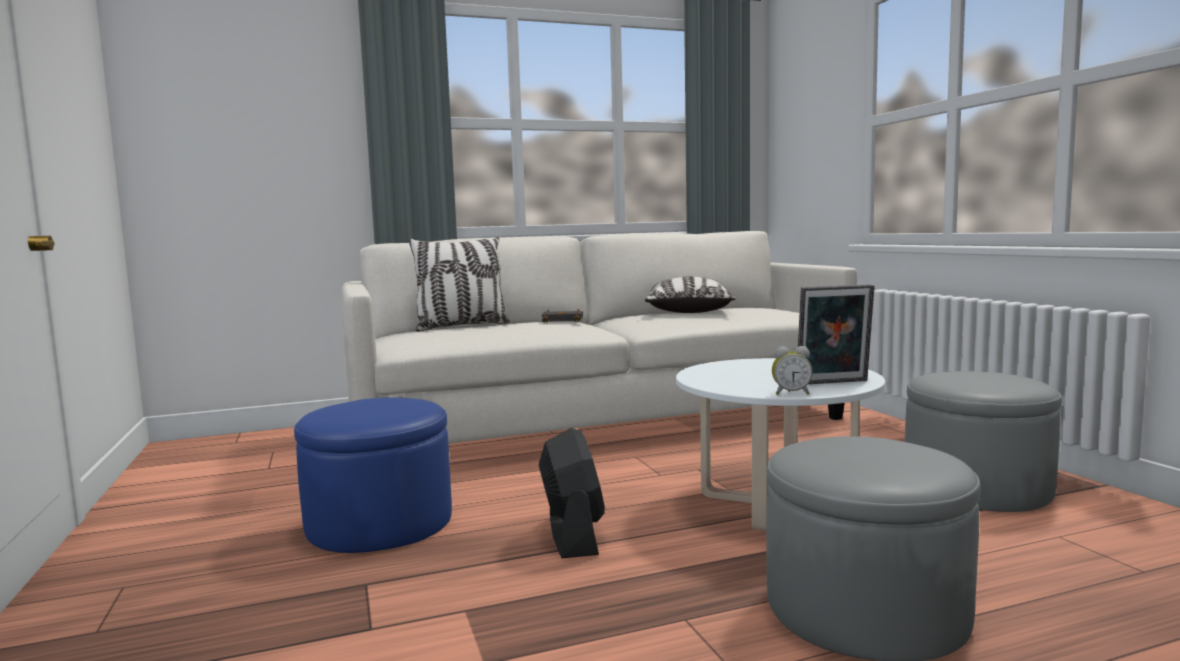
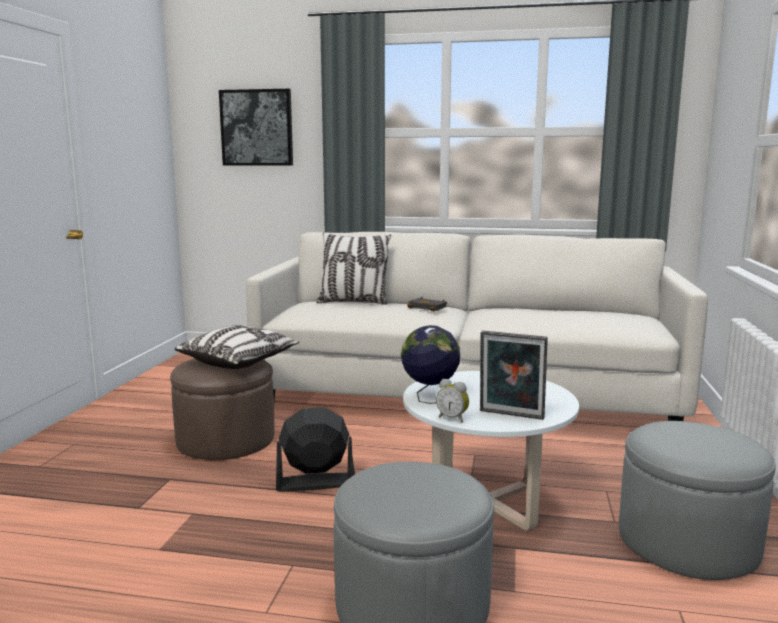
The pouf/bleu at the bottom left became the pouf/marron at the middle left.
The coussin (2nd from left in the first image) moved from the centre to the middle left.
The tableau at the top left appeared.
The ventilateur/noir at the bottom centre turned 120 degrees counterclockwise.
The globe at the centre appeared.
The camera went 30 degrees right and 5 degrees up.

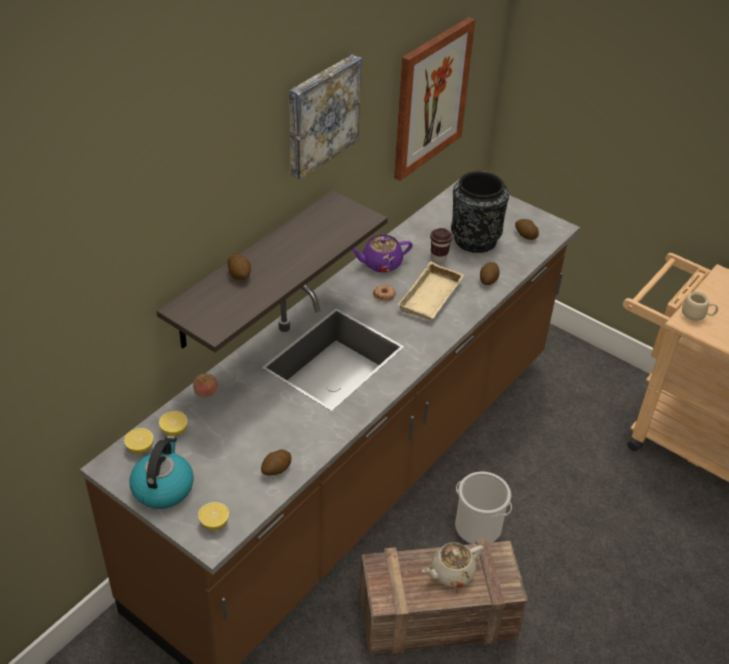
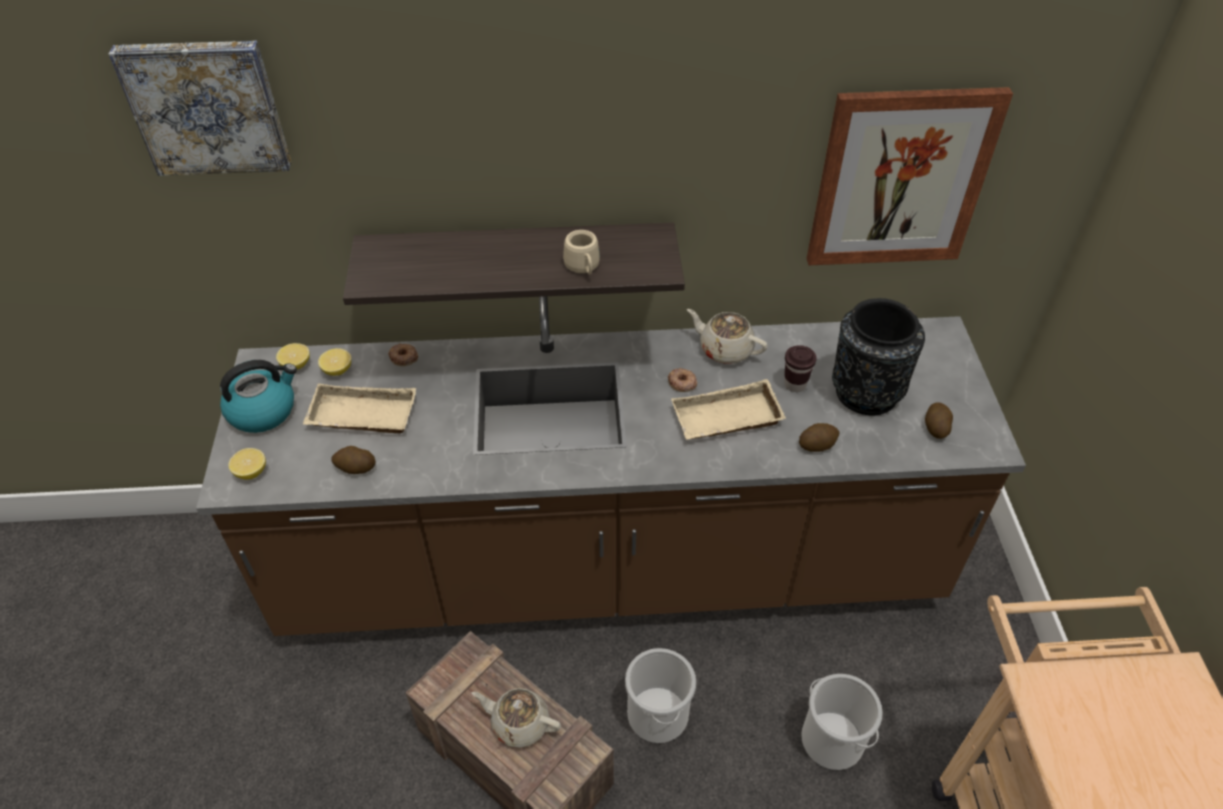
The tableau (1st from left) moved from the top centre to the top left.
The plateau/beige (1st from left) at the middle left appeared.
The pomme at the middle left was replaced by the beignet (1st from left) at the middle left.
The mug/beige moved from the middle right to the top centre.
The théière/violet at the centre became the théière/beige (2nd from left) at the centre.
The seau (2nd from left) at the bottom right appeared.
The pomme de terre (1st from left) at the middle left disappeared.
The camera went 50 degrees right and 5 degrees up.

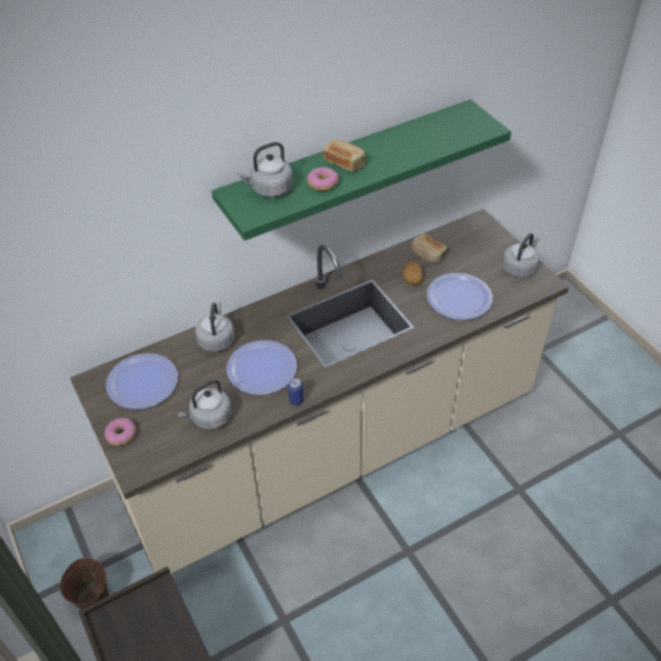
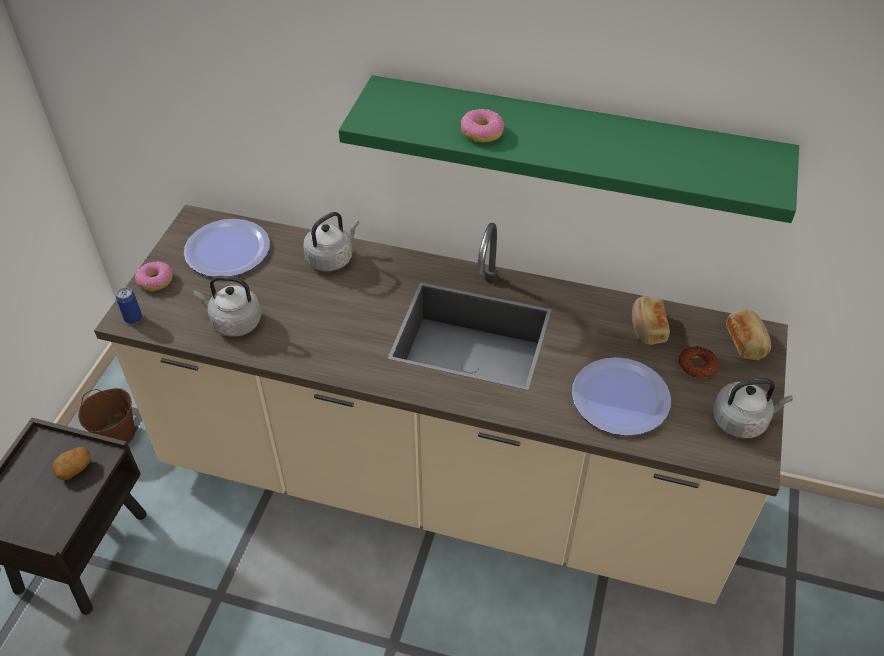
The pomme de terre moved from the centre to the bottom left.
The boîte métallique moved from the centre to the middle left.
The beignet (3rd from left) at the middle right appeared.
The pain (1st from left in the first image) moved from the top centre to the middle right.
The assiette (2nd from left) at the centre disappeared.
The bouilloire/gris (3rd from left) at the top centre disappeared.
The camera went 45 degrees right and 0 degrees up.

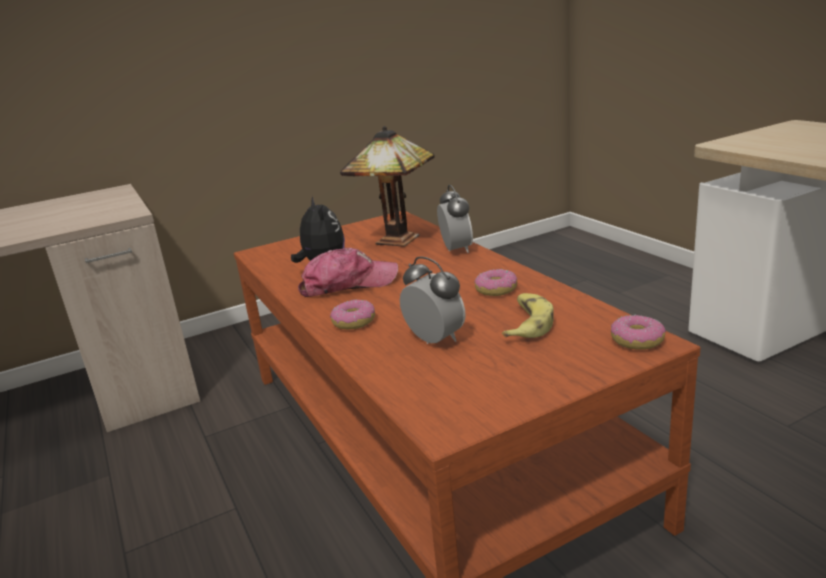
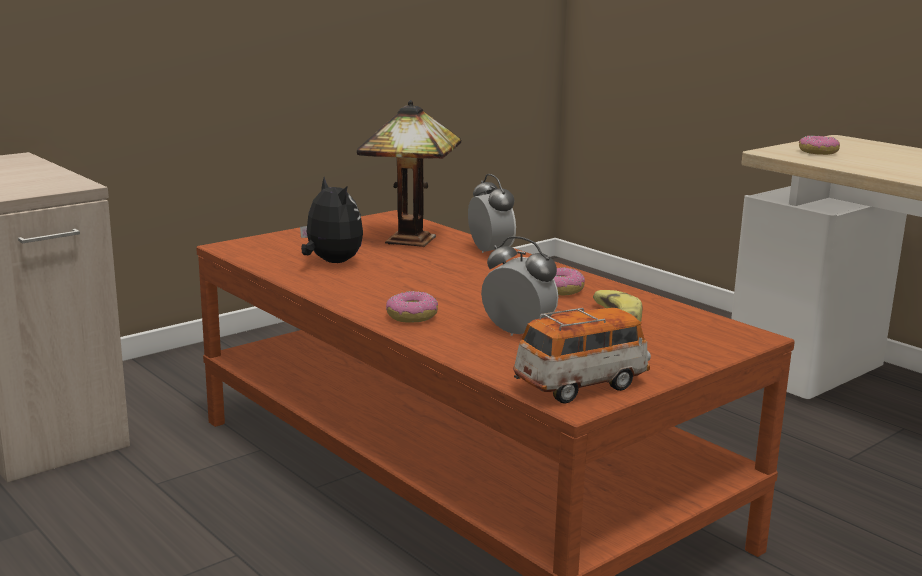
The petite voiture at the centre appeared.
The beignet (3rd from left) moved from the middle right to the top right.
The casquette at the centre disappeared.
The camera went 15 degrees left and 5 degrees down.

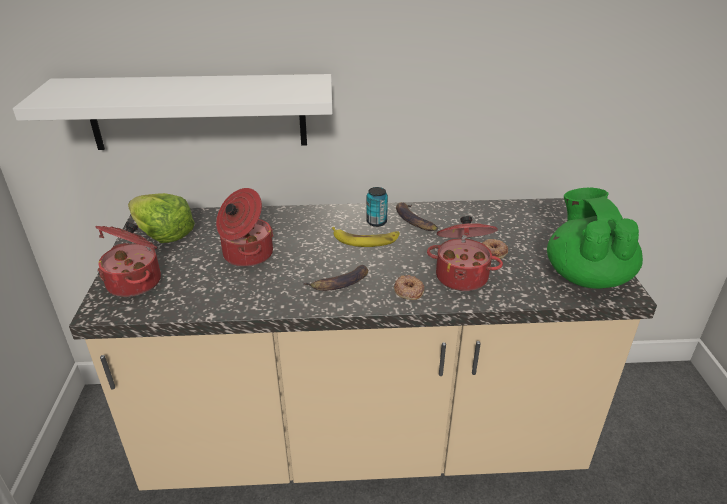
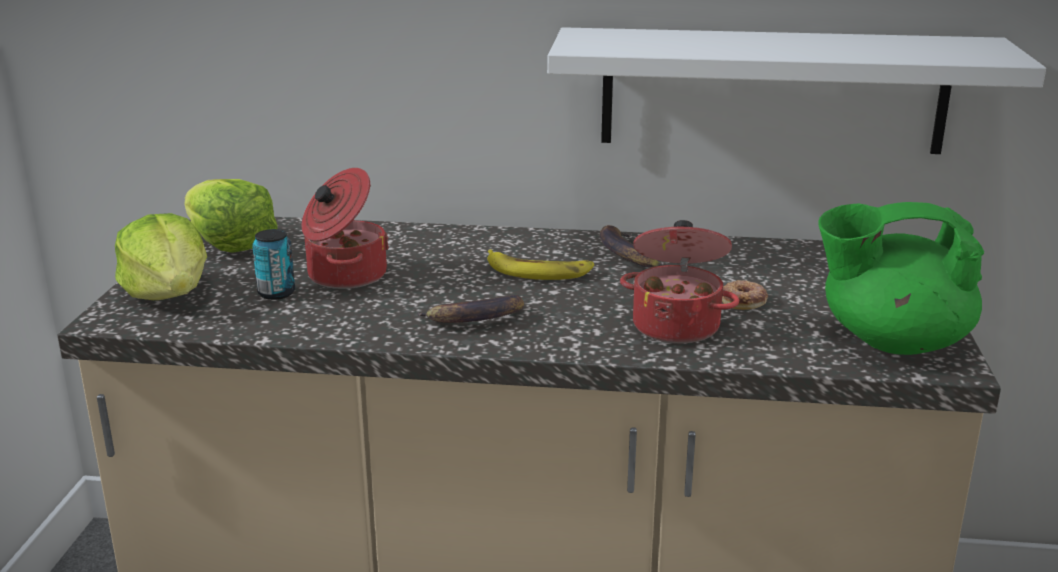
The marmite (1st from left) at the middle left was replaced by the laitue (1st from left) at the middle left.
The boîte métallique moved from the centre to the middle left.
The étagère/blanc moved from the top left to the top right.
The théière/vert at the middle right turned 90 degrees counterclockwise.
The beignet (1st from left) at the centre disappeared.
The camera went 10 degrees right and 10 degrees down.

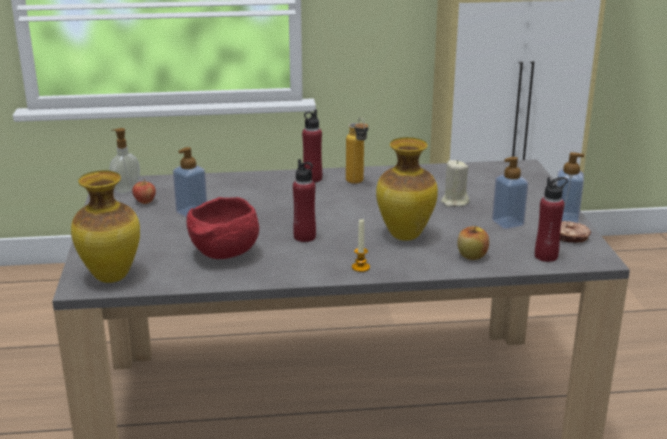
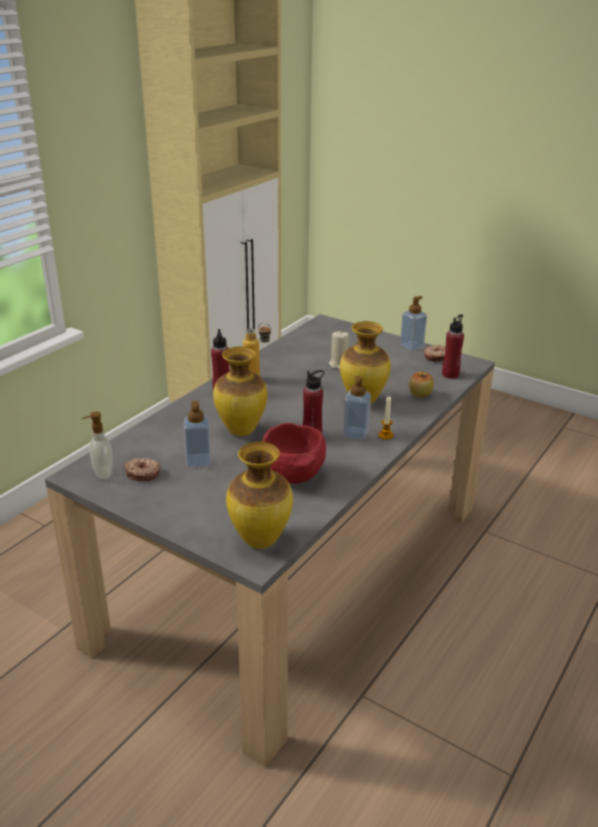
The pomme (1st from left) at the middle left was replaced by the beignet (1st from left) at the middle left.
The vase (1st from left) at the centre appeared.
The distributeur de savon (3rd from left) moved from the middle right to the centre.
The camera went 50 degrees left and 5 degrees up.

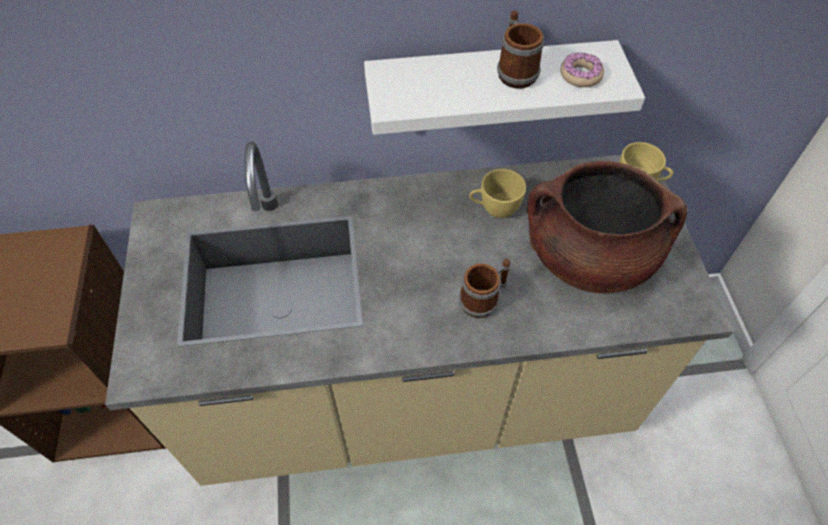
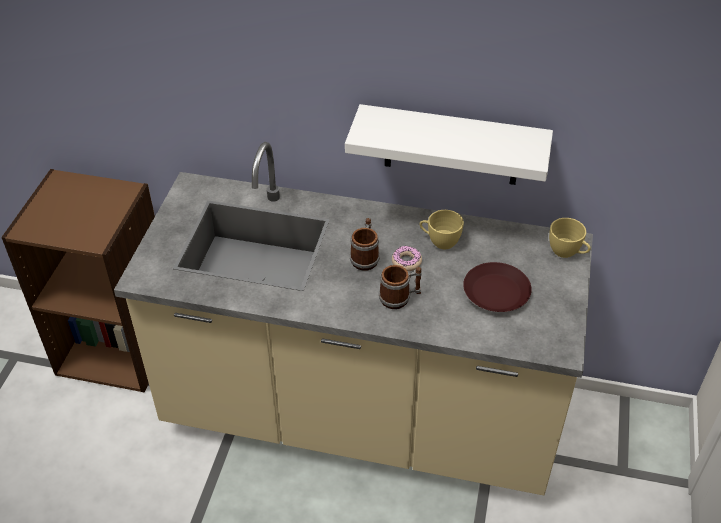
The mug (2nd from left in the first image) moved from the top centre to the centre.
The beignet moved from the top right to the centre.
The marmite/marron at the middle right was replaced by the assiette/marron at the middle right.
The camera went 20 degrees right and 10 degrees down.

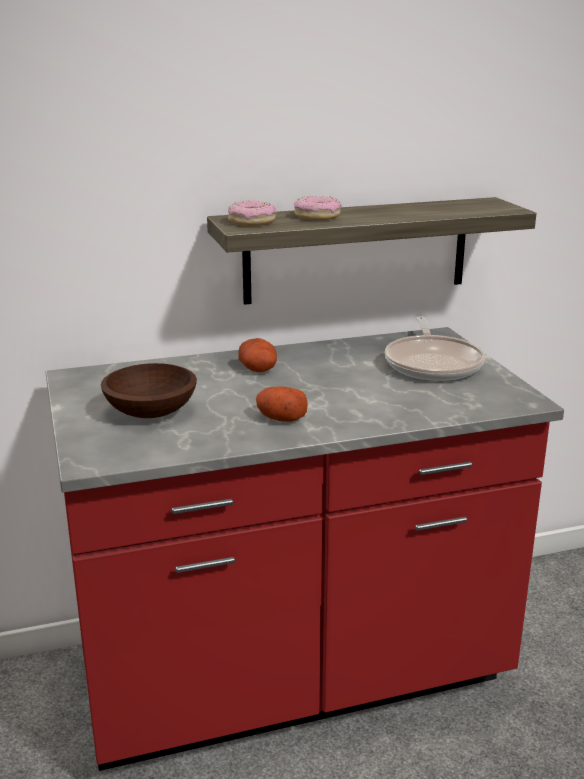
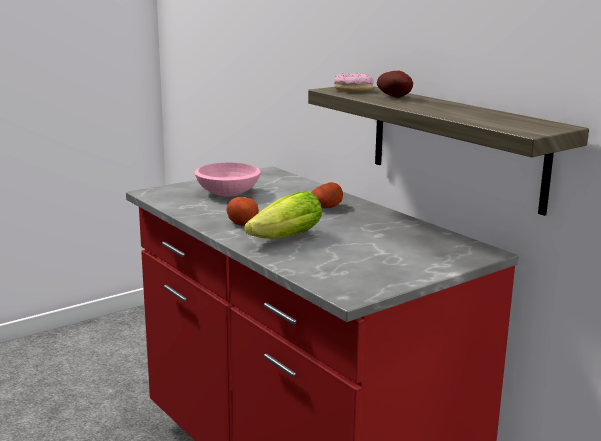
The bol/marron at the middle left became the bol/rose at the centre.
The laitue at the centre appeared.
The beignet (2nd from left) at the top centre was replaced by the pomme de terre (3rd from left) at the top centre.
The poêle at the middle right disappeared.
The camera went 70 degrees right and 5 degrees down.

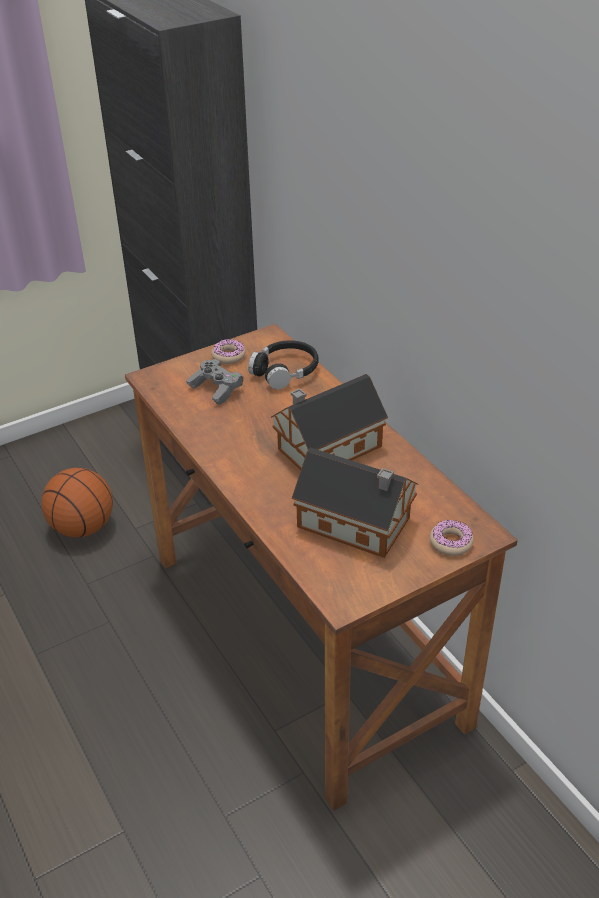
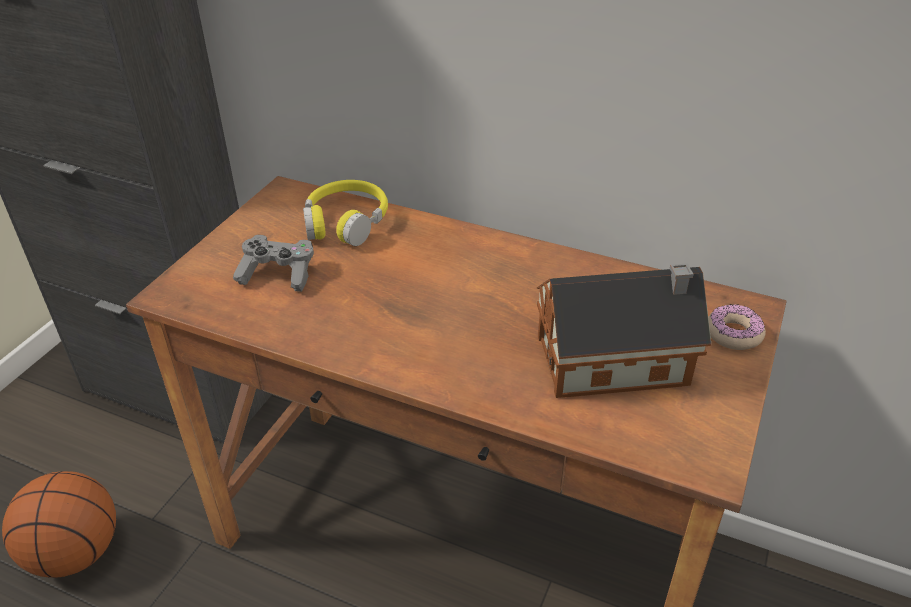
The casque audio/noir at the centre became the casque audio/jaune at the centre.
The beignet (1st from left) at the centre disappeared.
The maison miniature (1st from left) at the centre disappeared.
The camera went 35 degrees left and 0 degrees up.

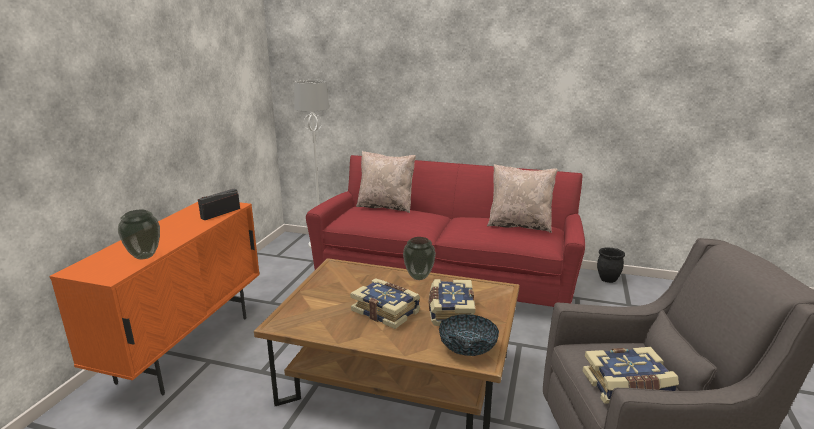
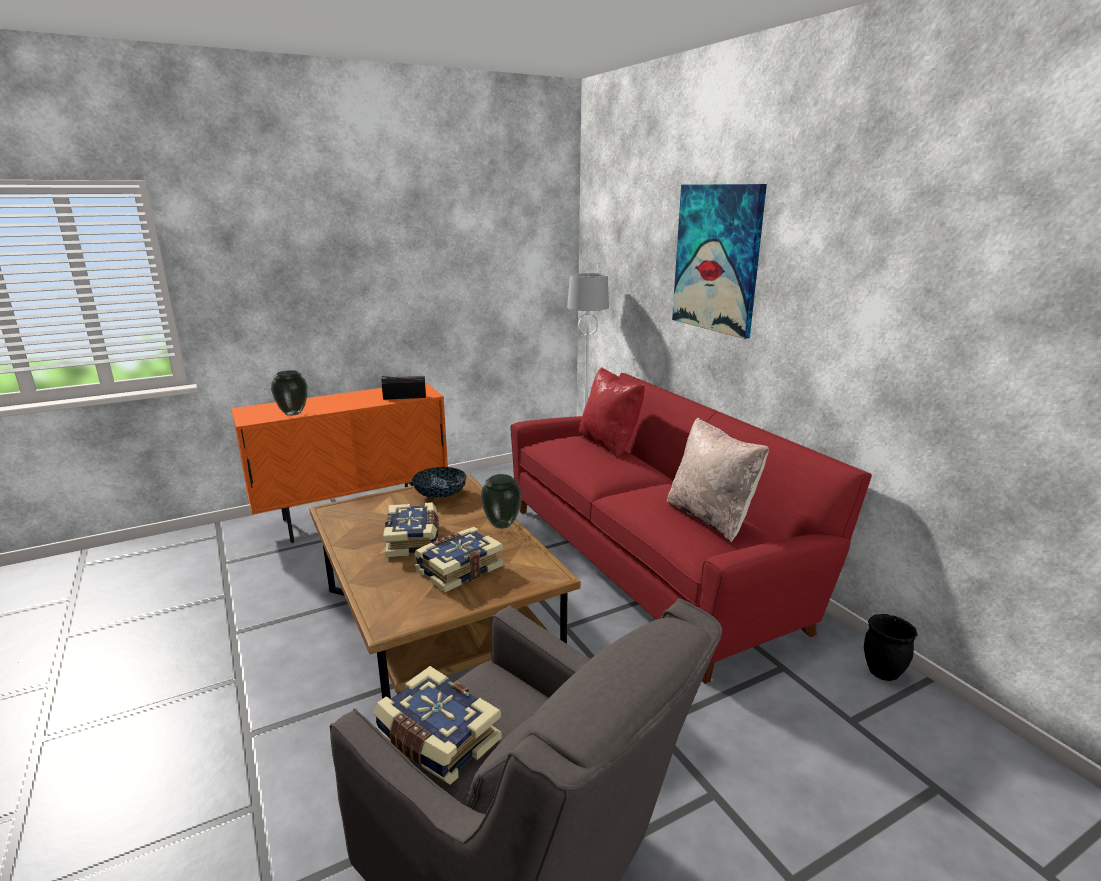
The bol moved from the bottom centre to the centre.
The coussin/beige (1st from left) at the centre became the coussin/rouge at the centre.
The tableau at the top centre appeared.
The camera went 45 degrees right and 0 degrees up.

